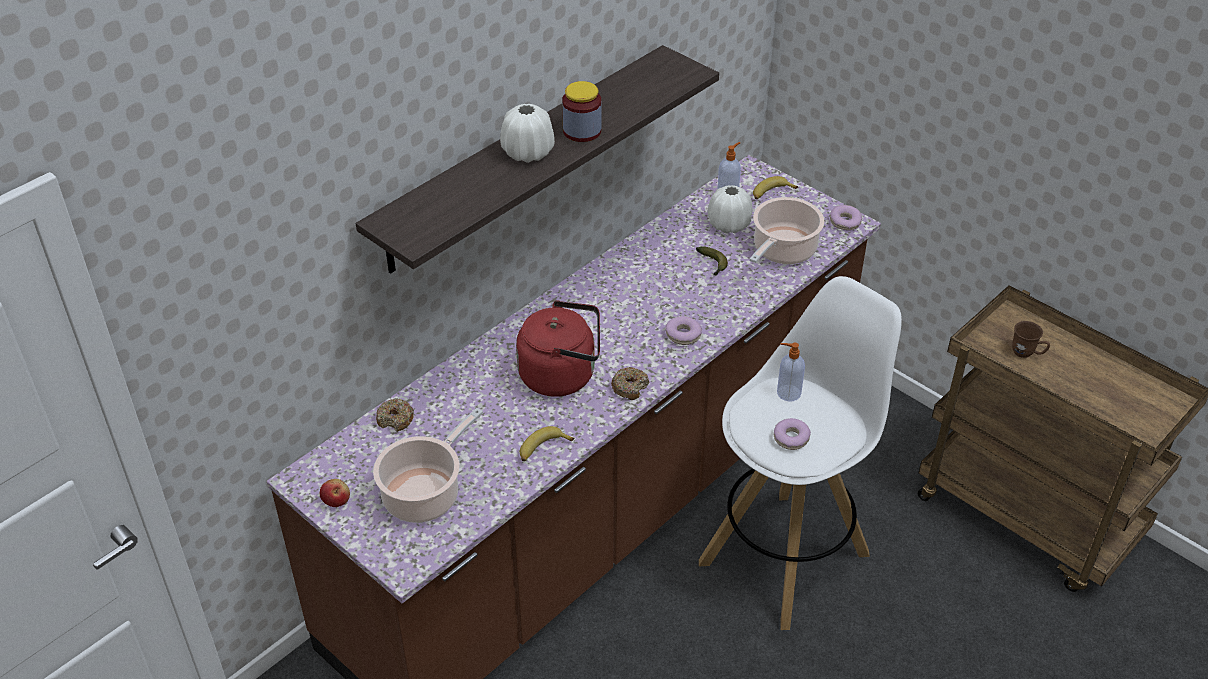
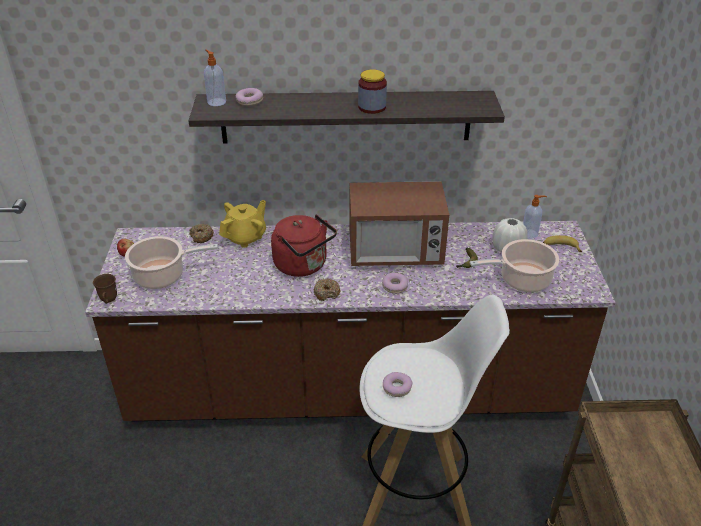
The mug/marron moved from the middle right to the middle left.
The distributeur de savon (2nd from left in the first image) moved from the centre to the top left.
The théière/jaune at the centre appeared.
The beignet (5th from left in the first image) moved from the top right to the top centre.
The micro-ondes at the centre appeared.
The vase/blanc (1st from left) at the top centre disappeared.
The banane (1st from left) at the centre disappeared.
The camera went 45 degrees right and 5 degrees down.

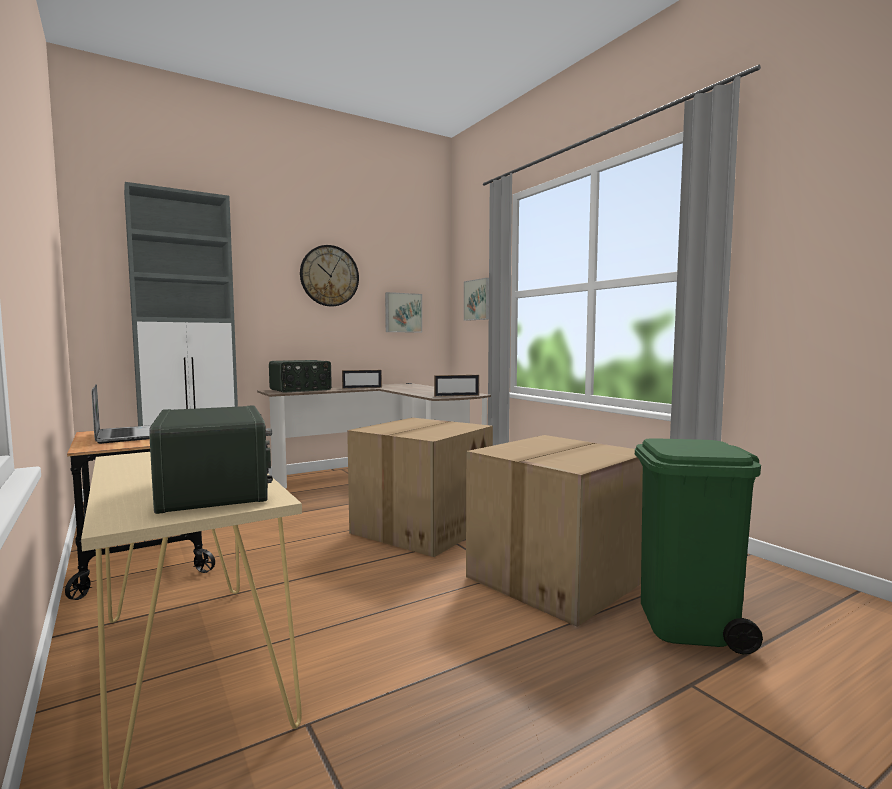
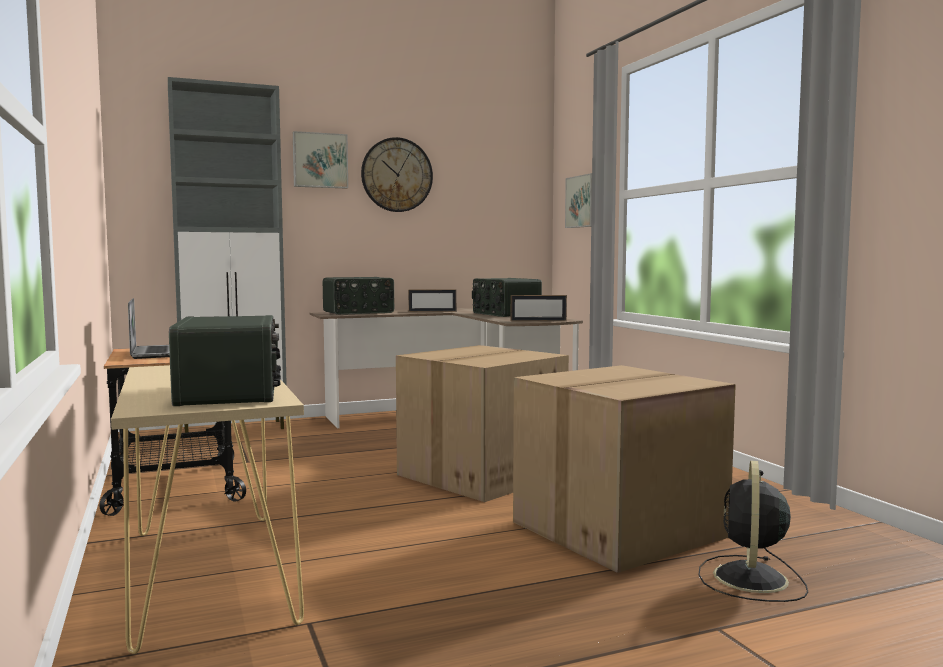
The tableau (1st from left) moved from the centre to the top centre.
The radio (3rd from left) at the centre appeared.
The poubelle/vert at the bottom right was replaced by the ventilateur/noir at the bottom right.
The camera went 10 degrees right and 0 degrees up.

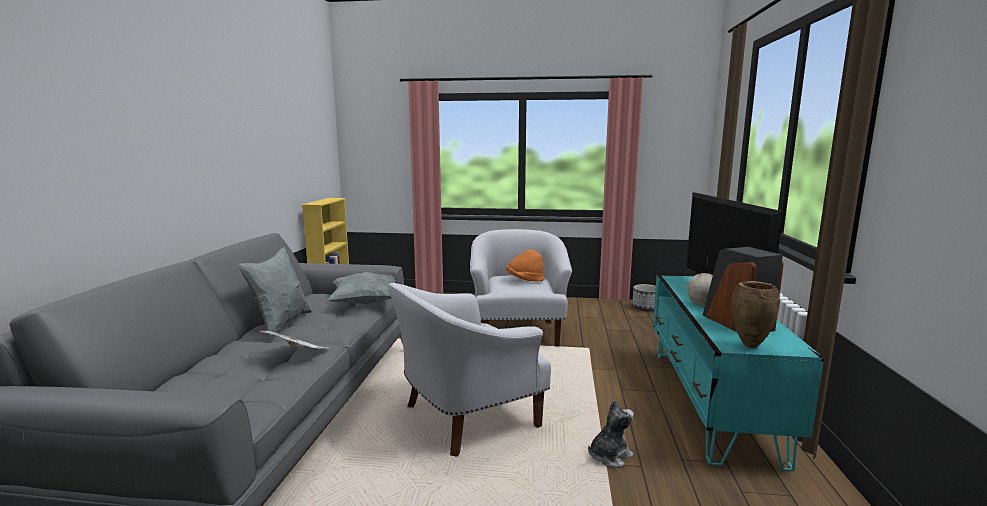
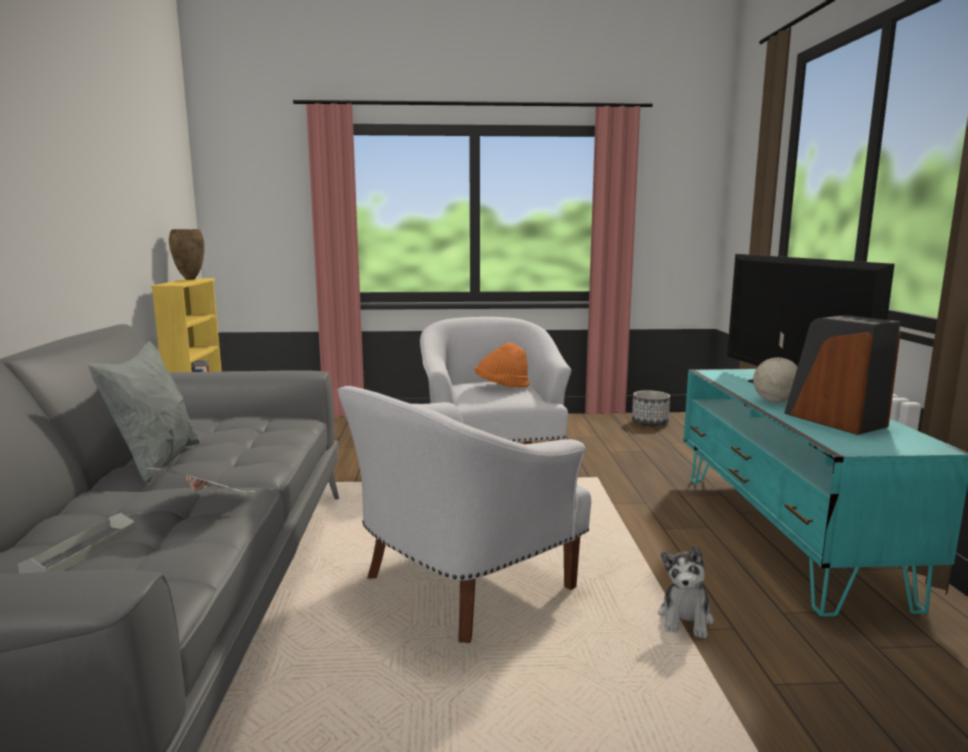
The plateau/gris at the bottom left appeared.
The vase/marron moved from the middle right to the middle left.
The peluche at the bottom centre turned 150 degrees clockwise.
The coussin/gris (2nd from left) at the centre disappeared.
The camera went 10 degrees left and 0 degrees up.

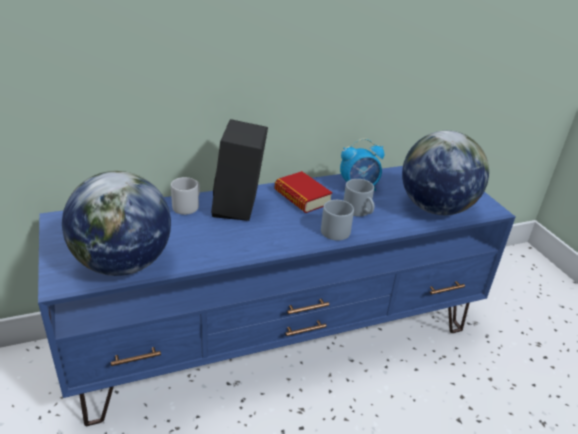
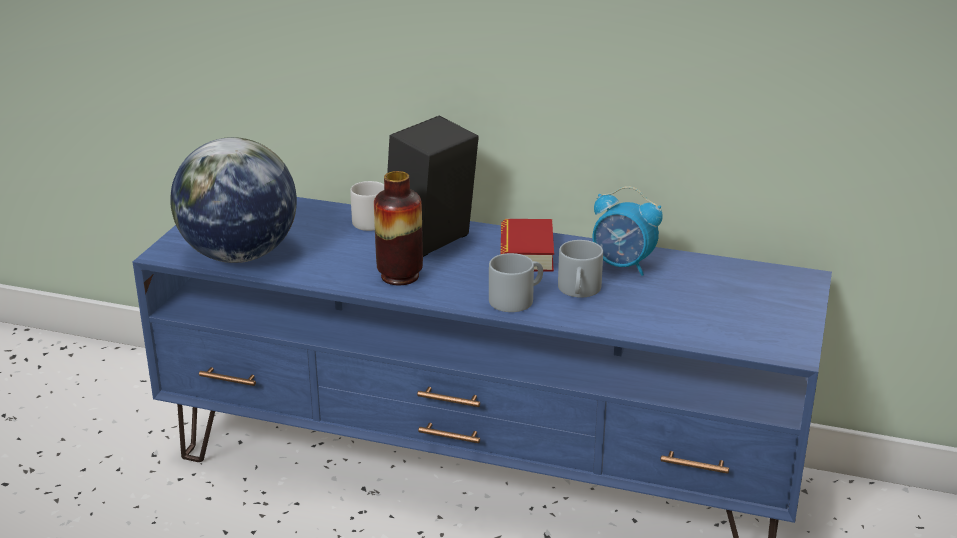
The vase at the centre appeared.
The globe (2nd from left) at the middle right disappeared.
The camera went 40 degrees right and 5 degrees down.

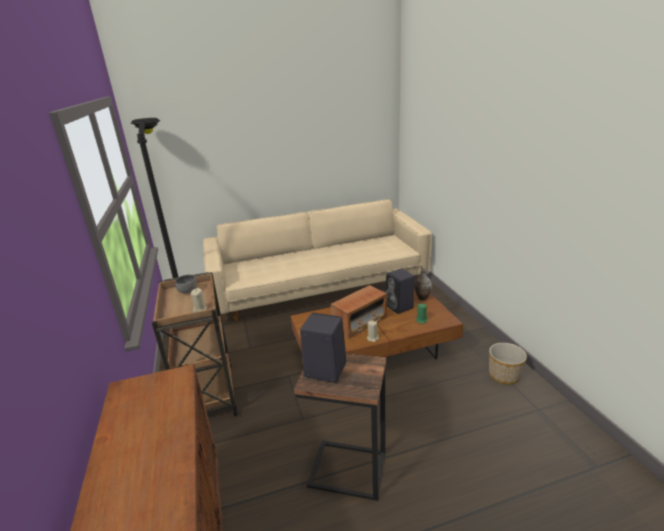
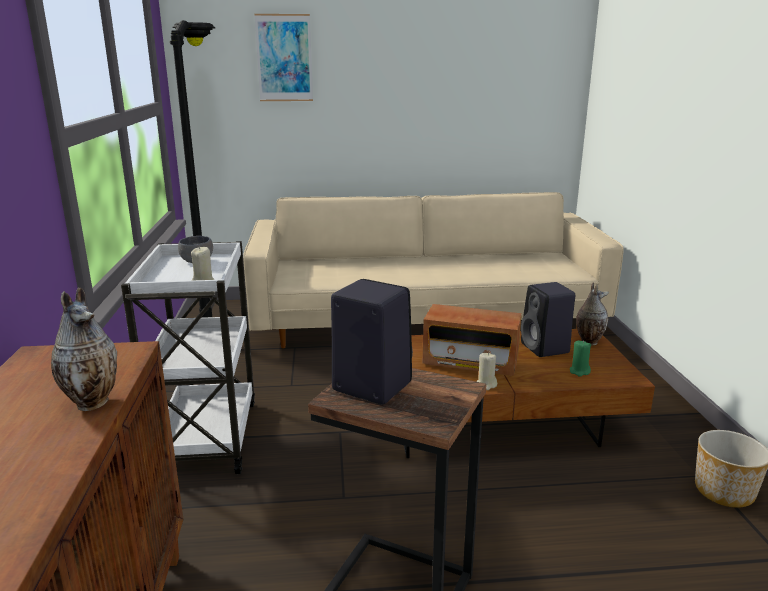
The vase (1st from left) at the middle left appeared.
The chariot/marron at the middle left became the chariot/blanc at the middle left.
The tableau at the top centre appeared.
The radio at the centre turned 45 degrees clockwise.
The camera went 10 degrees right and 5 degrees down.

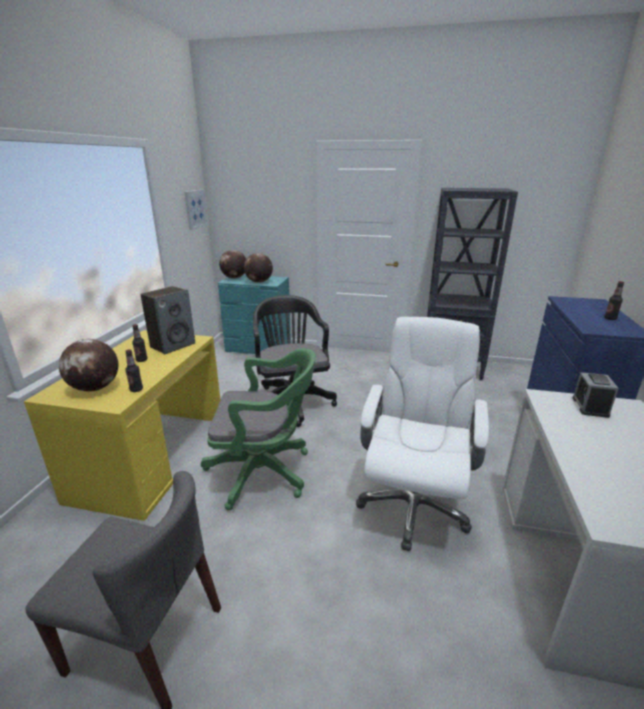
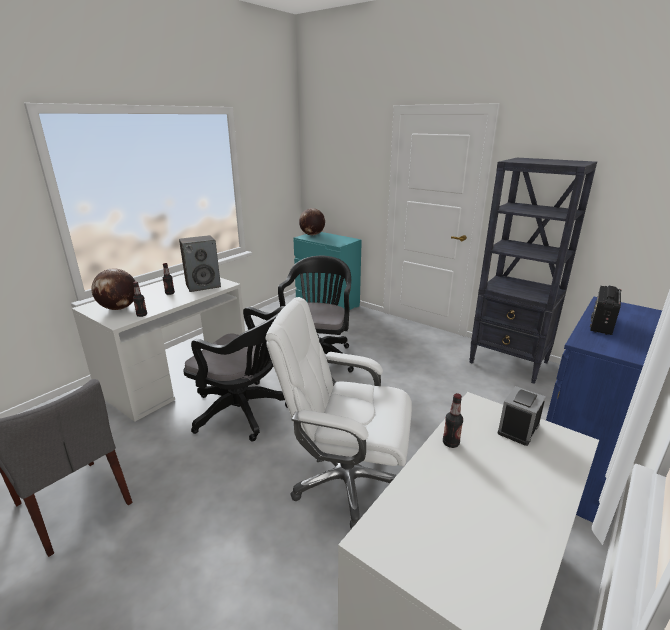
The bureau/jaune at the middle left became the bureau/blanc (1st from left) at the middle left.
The chaise de bureau/vert at the centre became the chaise de bureau/noir (1st from left) at the centre.
The chaise de bureau/blanc at the centre turned 120 degrees counterclockwise.
The bouteille (3rd from left) moved from the middle right to the bottom right.
The radio at the middle right appeared.
The tableau at the top left disappeared.
The globe (3rd from left) at the centre disappeared.
The camera went 25 degrees right and 0 degrees up.

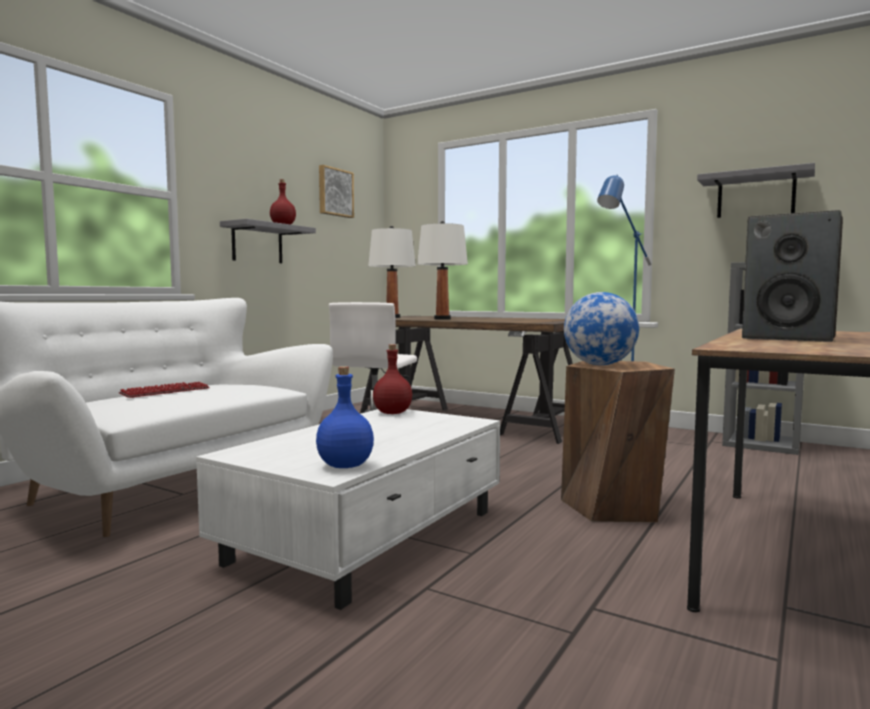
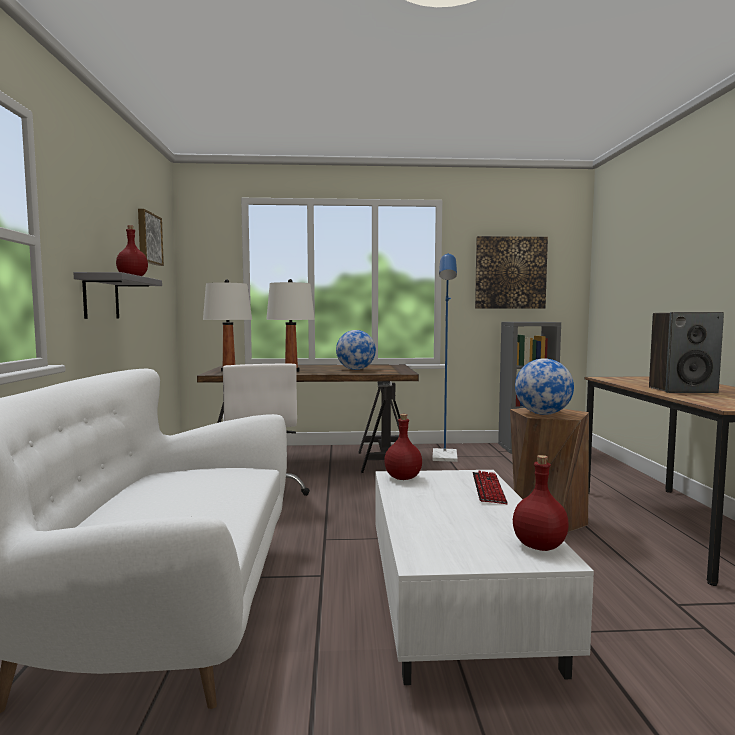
The globe (1st from left) at the centre appeared.
The clavier moved from the middle left to the middle right.
The étagère/gris (2nd from left) at the top right was replaced by the tableau (2nd from left) at the middle right.
The bouteille/bleu at the centre became the bouteille/rouge (3rd from left) at the bottom right.
The camera went 35 degrees left and 0 degrees up.

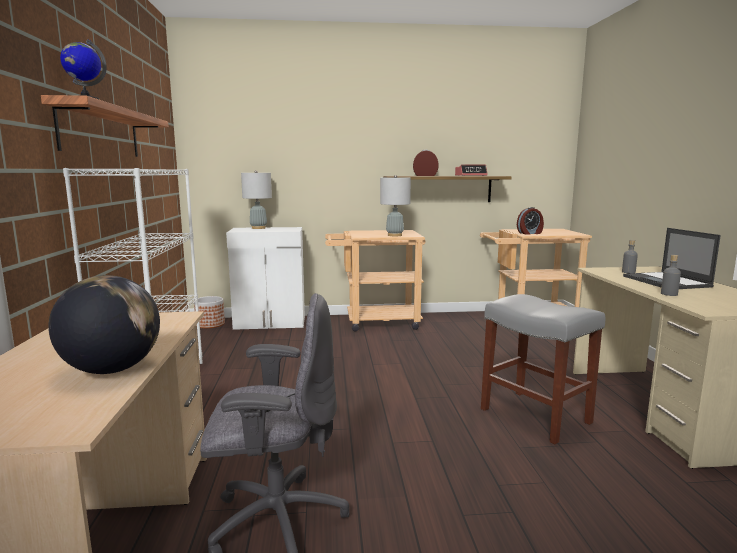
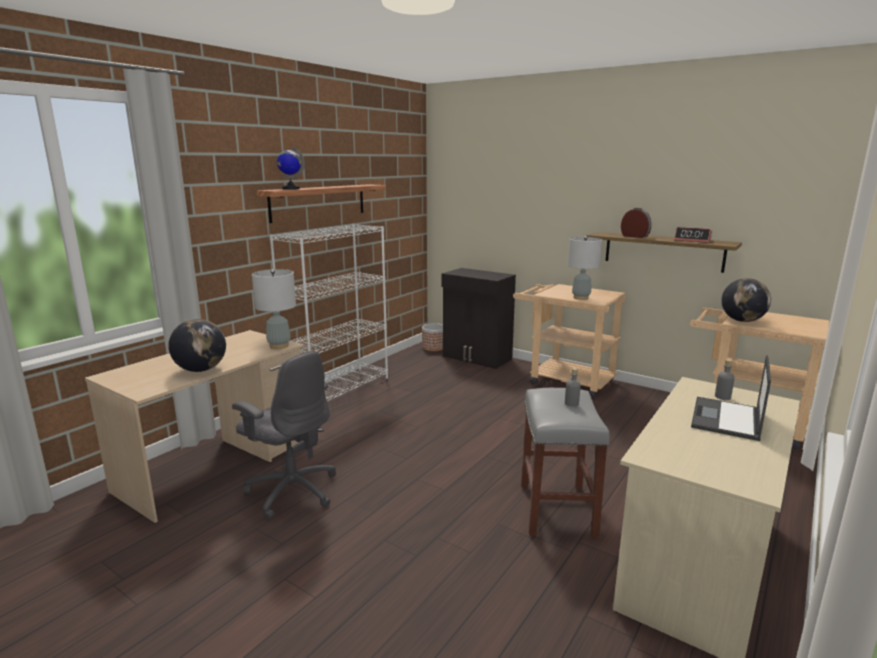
The lampe de table/gris (1st from left) moved from the centre to the middle left.
The meuble de rangement/blanc at the centre became the meuble de rangement/noir at the centre.
The bouteille/gris (2nd from left in the first image) moved from the middle right to the centre.
The réveil (3rd from left) at the middle right was replaced by the globe (3rd from left) at the middle right.
The camera went 40 degrees right and 5 degrees up.

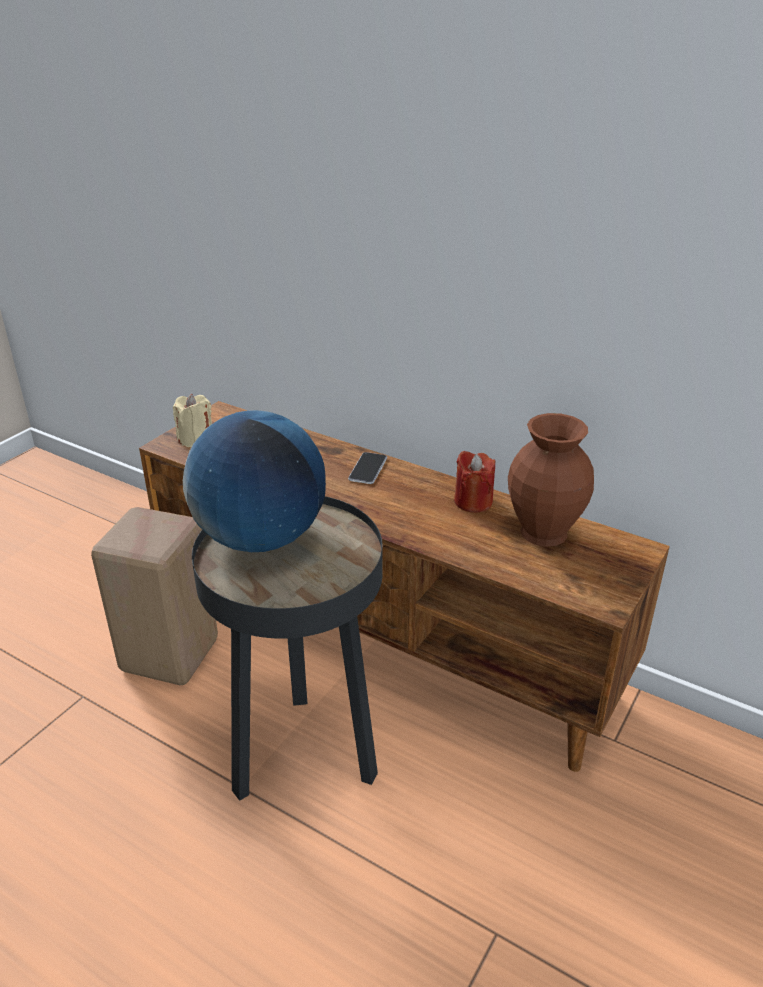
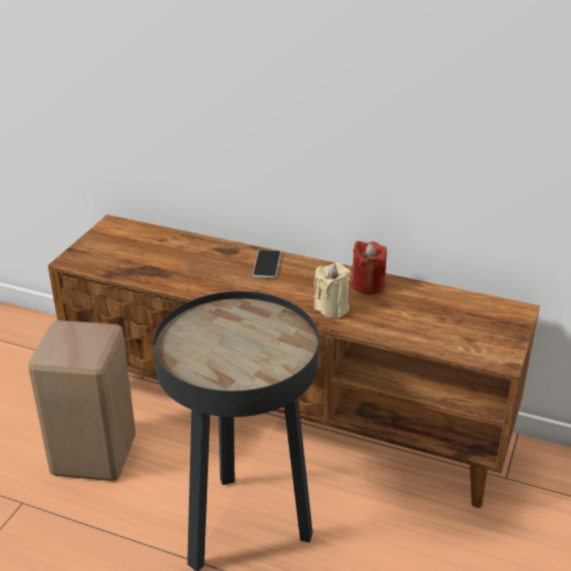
The bougie/beige moved from the middle left to the centre.
The globe at the middle left disappeared.
The vase/marron at the middle right disappeared.
The camera went 10 degrees left and 0 degrees up.

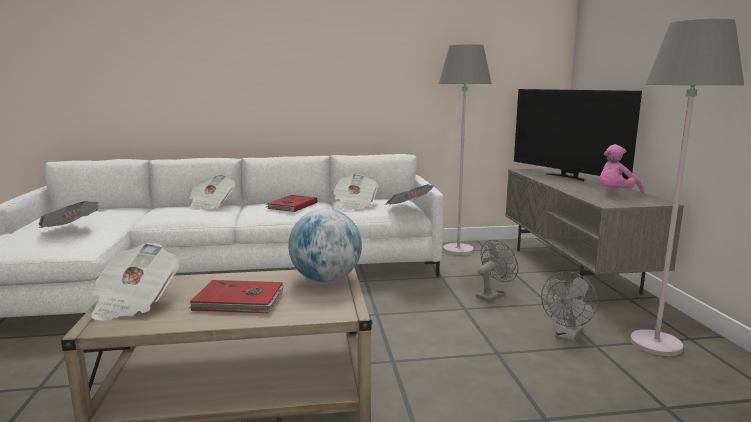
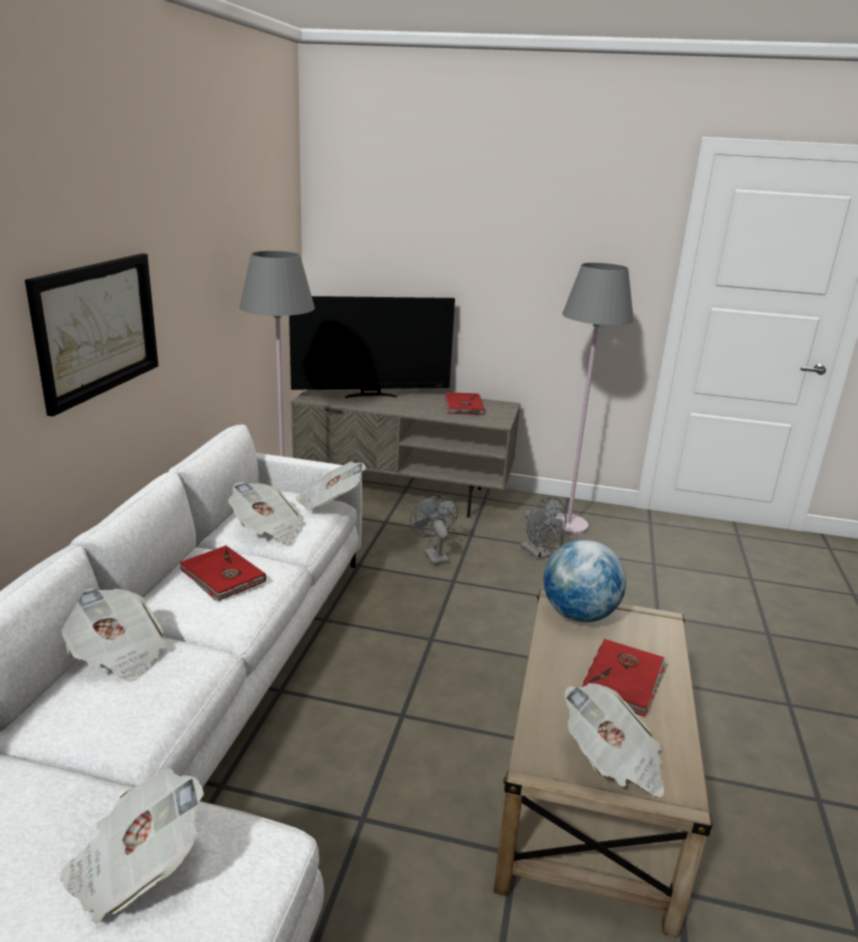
The tableau at the middle left appeared.
The peluche/rose at the middle right was replaced by the livre/rouge (2nd from left) at the centre.
The camera went 70 degrees left and 10 degrees up.

